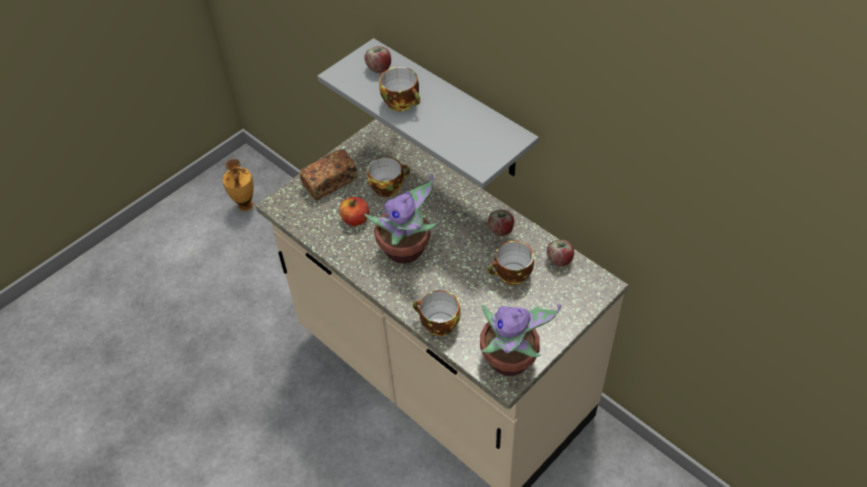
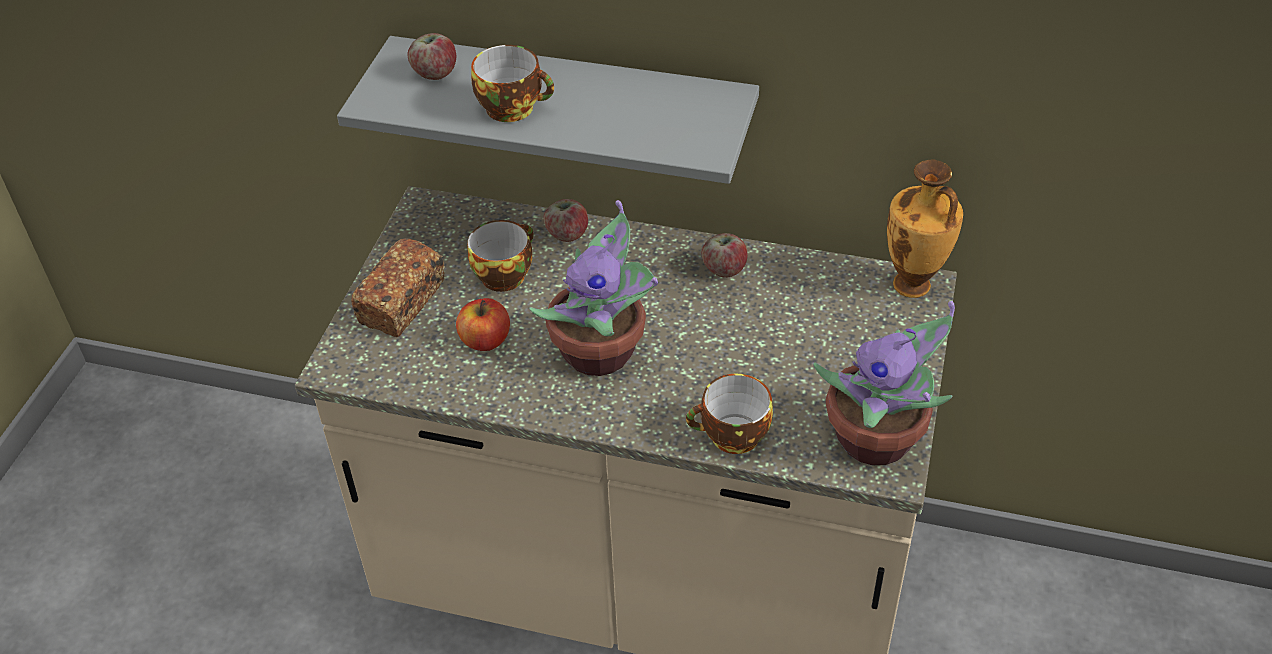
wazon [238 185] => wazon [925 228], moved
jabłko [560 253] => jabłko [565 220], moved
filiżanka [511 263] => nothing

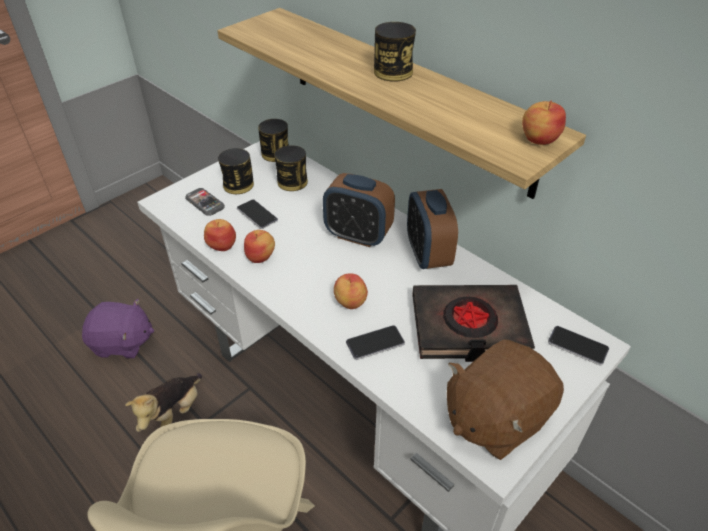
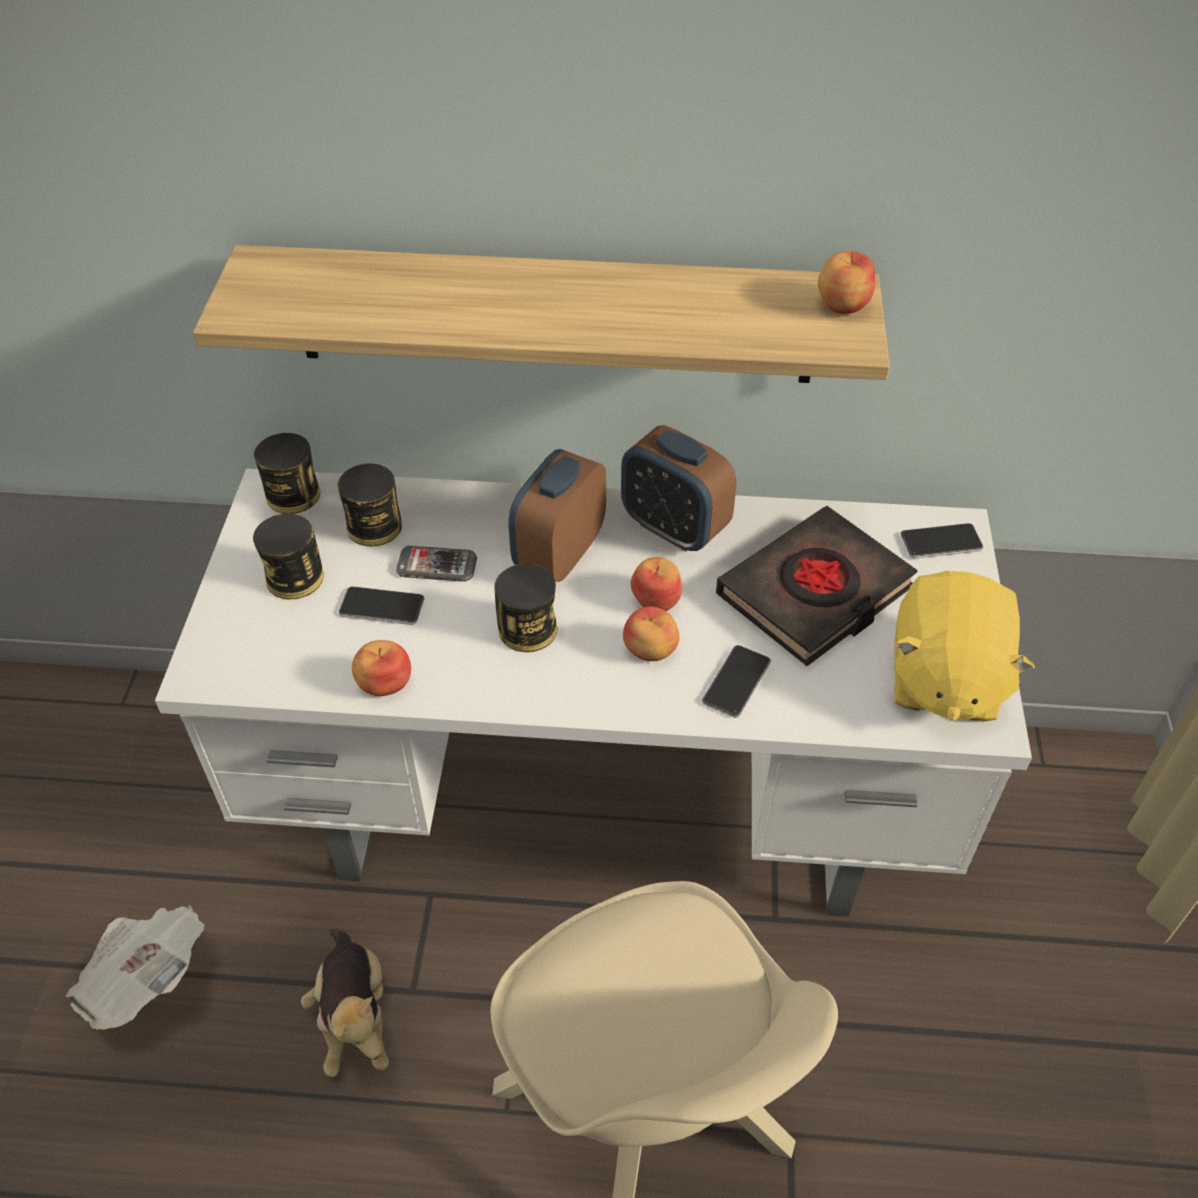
puszka [395 52] => puszka [525 608], moved
budzik [359 210] => budzik [557 515], 135 degrees clockwise
telefon [205 202] => telefon [436 564], moved
jabłko [259 246] => jabłko [656 584], moved
pluszak [fioletowy] [118 328] => gazeta [135 967]
pluszak [brązowy] [505 399] => pluszak [żółty] [964 646]

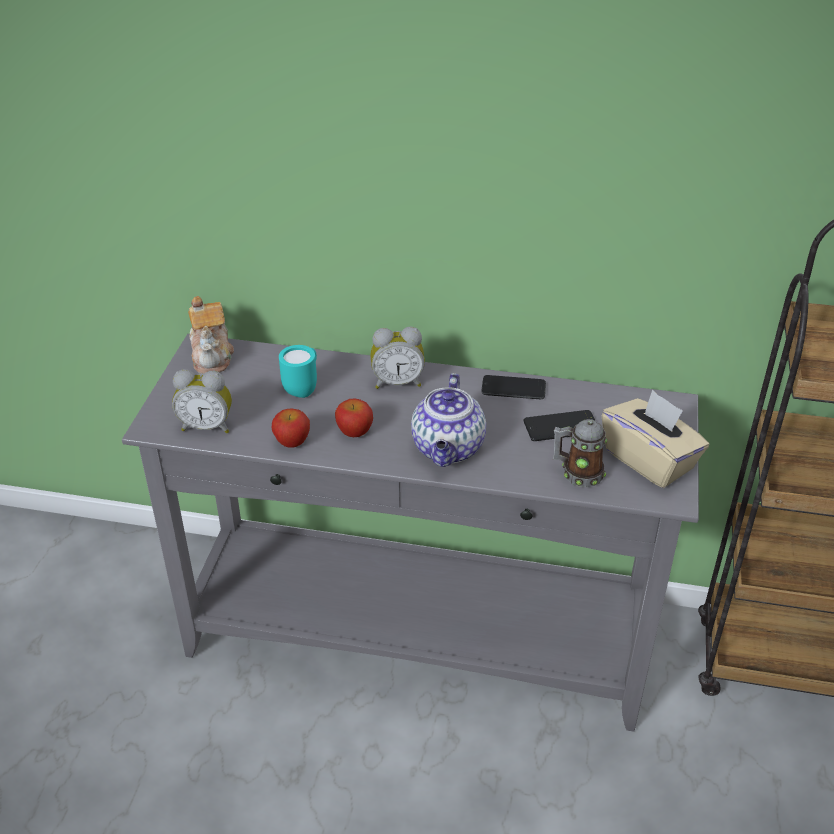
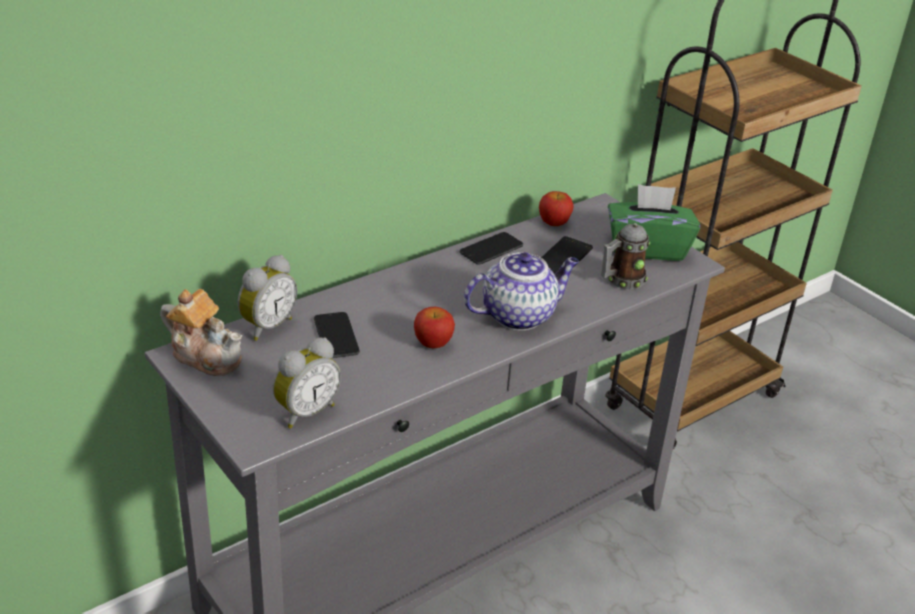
budzik [398 358] => budzik [267 298], moved
kubek [turkusowy] [298 371] => telefon [337 335]
imbryk [448 420] => imbryk [521 291], 75 degrees counterclockwise
pudełko chusteczek [beżowy] [655 439] => pudełko chusteczek [zielony] [654 222]
jabłko [291 428] => jabłko [556 208], moved

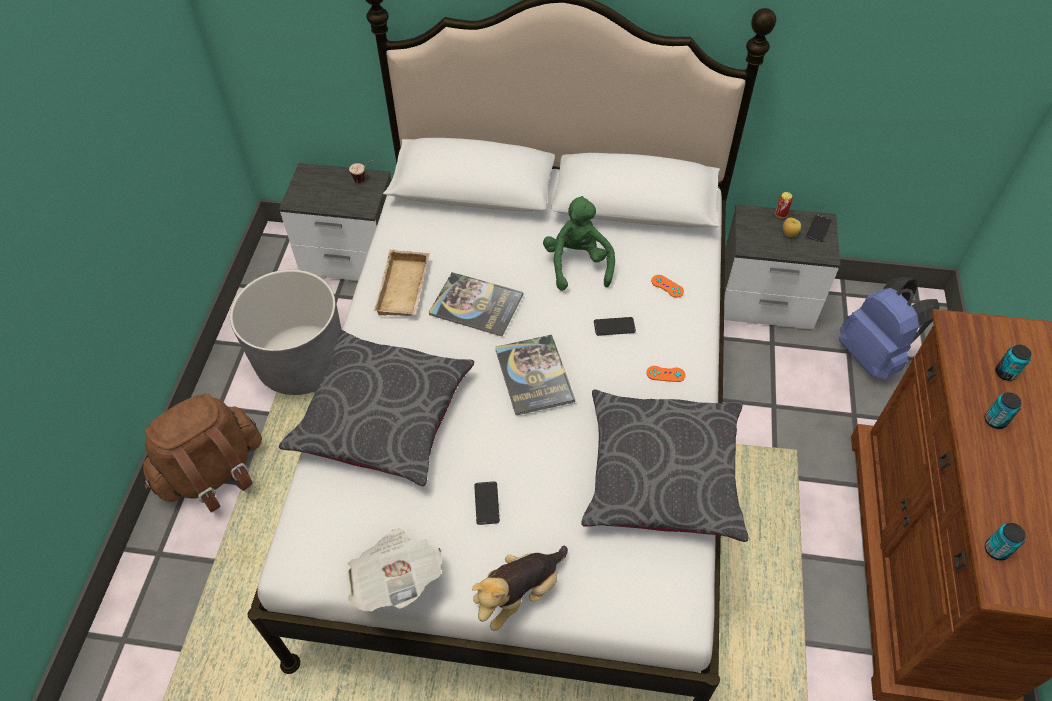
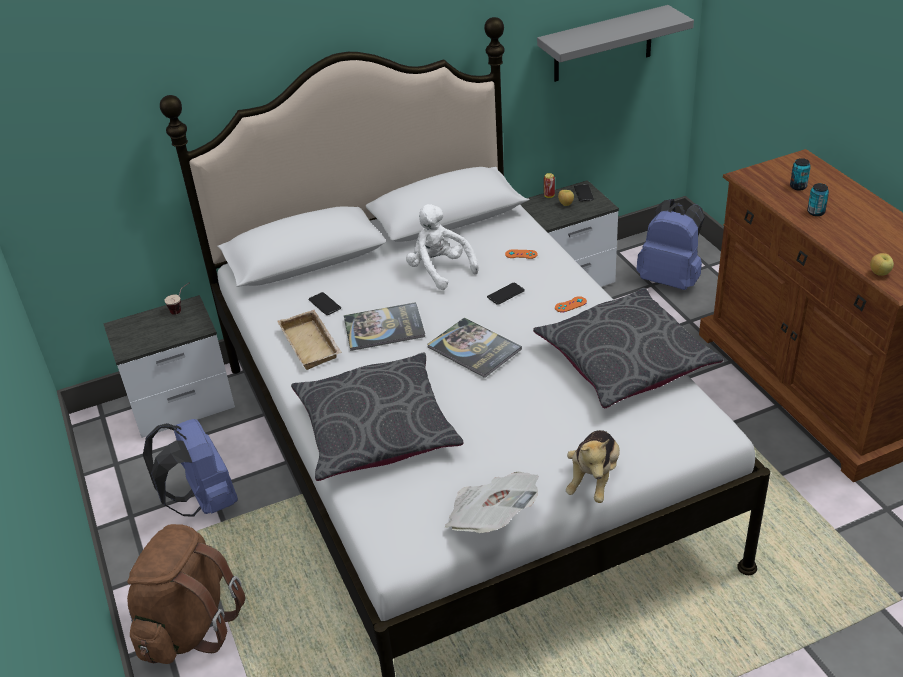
pluszak [zielony] [579 243] => pluszak [biały] [442 247]
donica [szary] [286 332] => plecak [niebieski] [190 468]
telefon [487 503] => telefon [325 303], moved
puszka [1005 542] => jabłko [882 264]
nothing => półka [szary] [615 43]

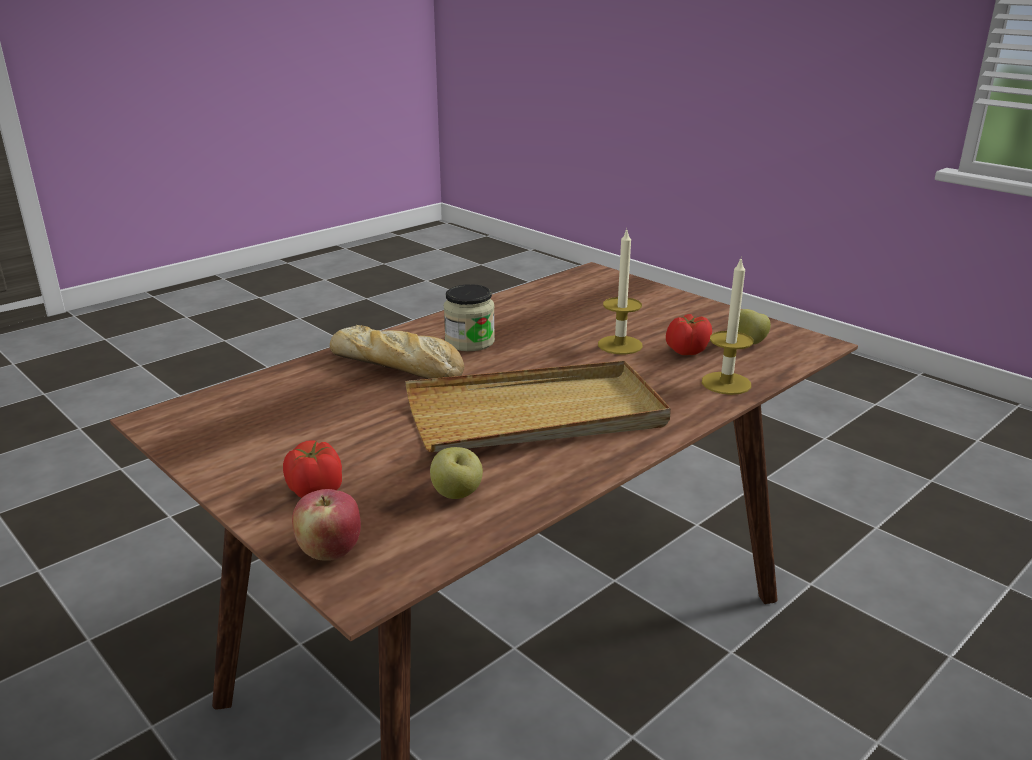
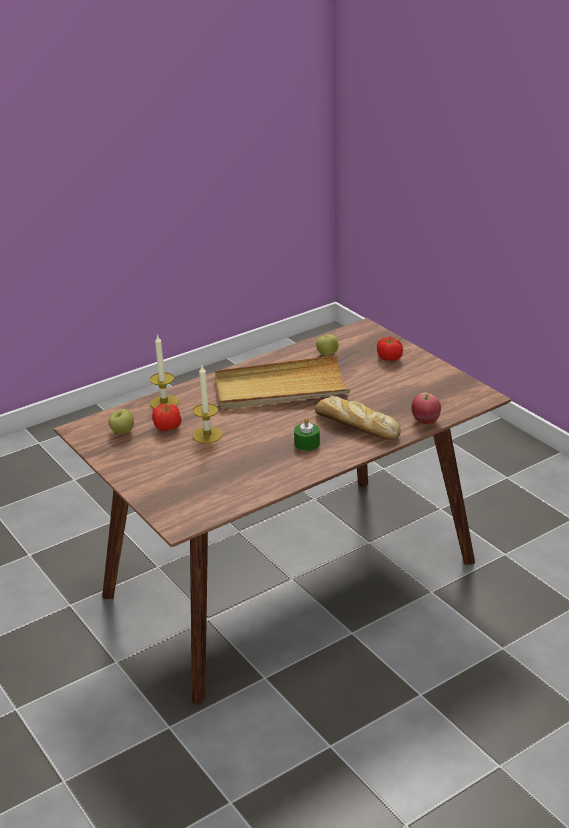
słoik [469 317] => świeca [zielony] [307 434]
jabłko [326 525] => jabłko [426 408], moved

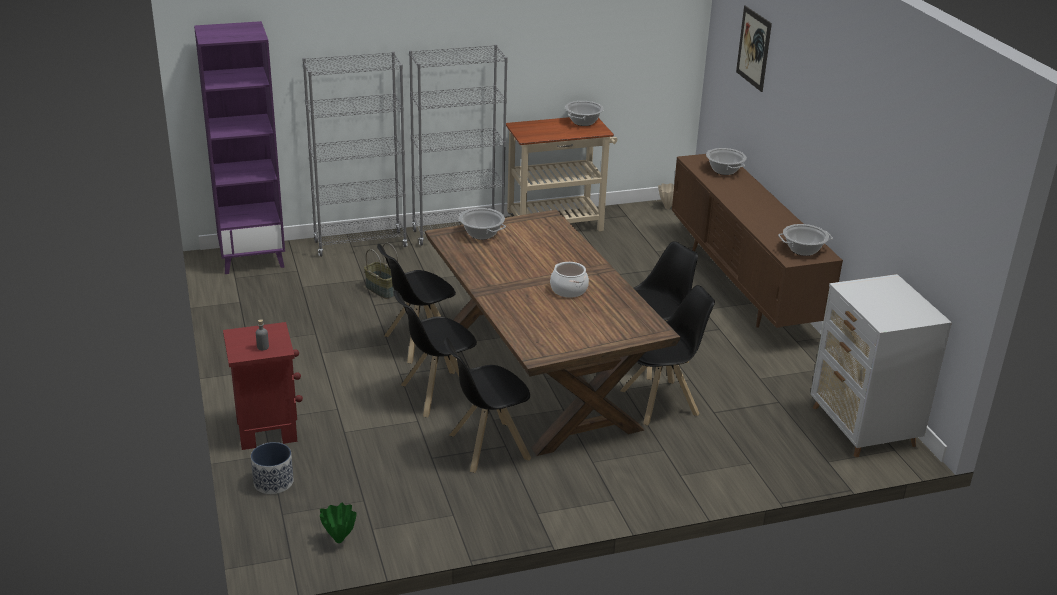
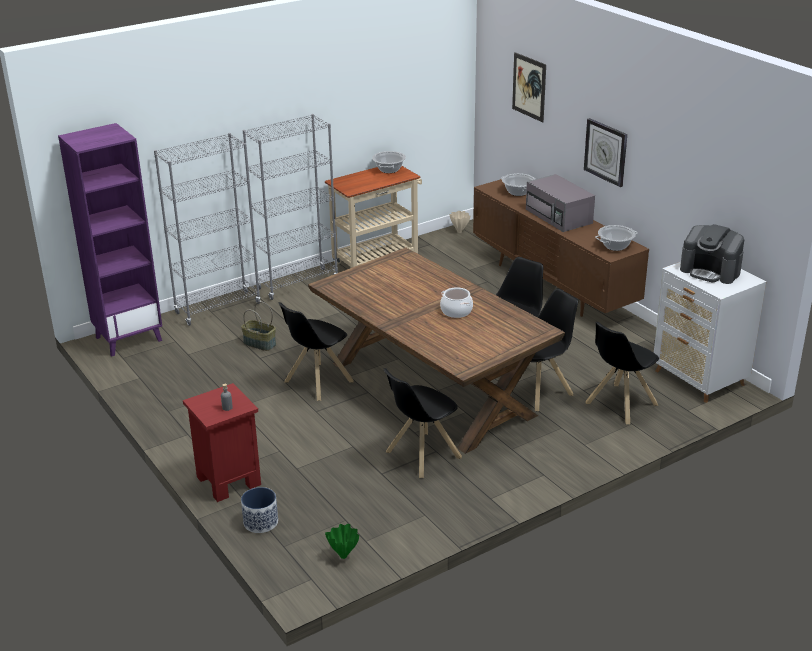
garnek [482 224] => nothing
krzesło [czarny] [435 353] => krzesło [czarny] [622 373], moved
nothing => zegar ścienny [605 152]
nothing => mikrofalówka [szary] [560 203]
nothing => ekspres do kawy [712 254]

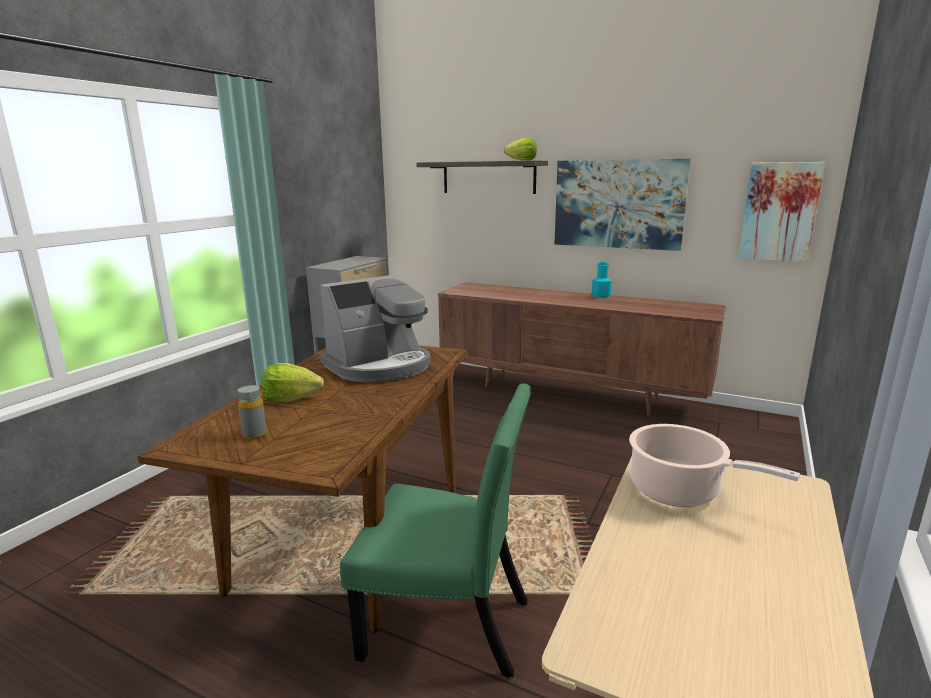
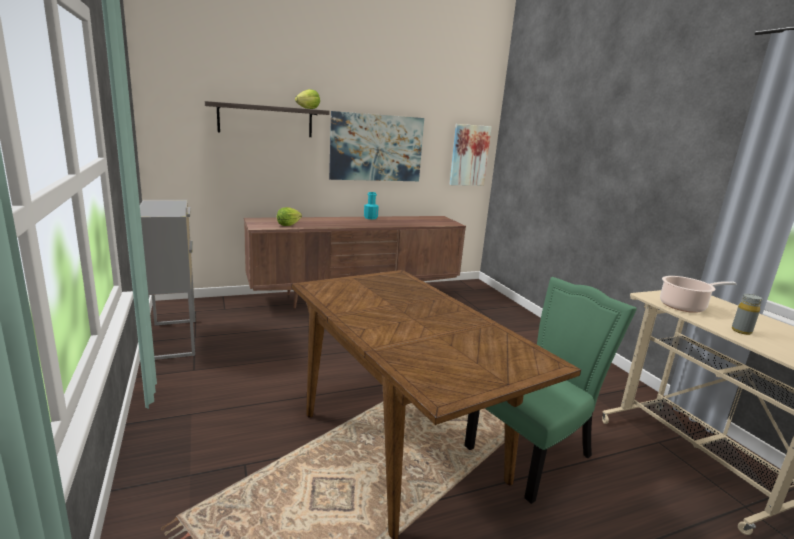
ekspres do kawy [375 328] => nothing
sałata [292 382] => sałata [289 216], moved
butelka [szary] [252 412] => butelka [szary] [747 314], moved

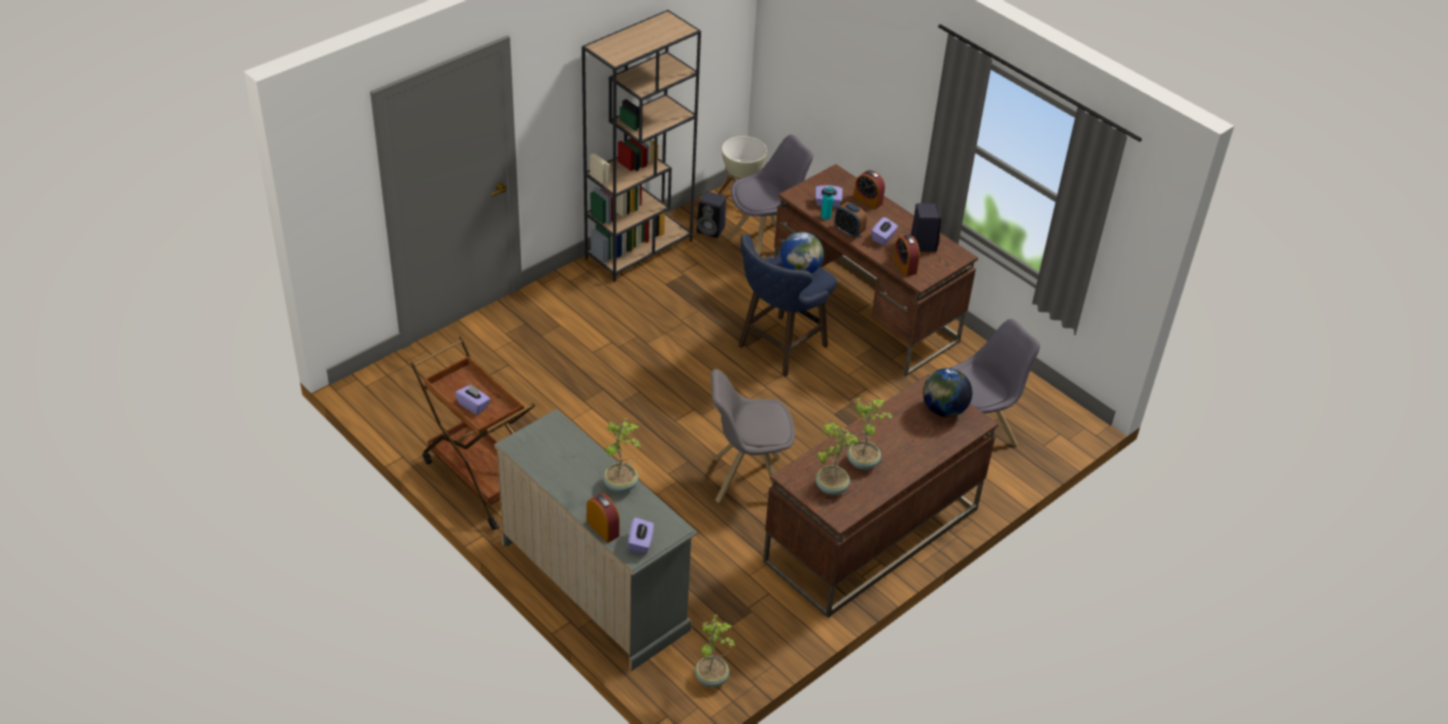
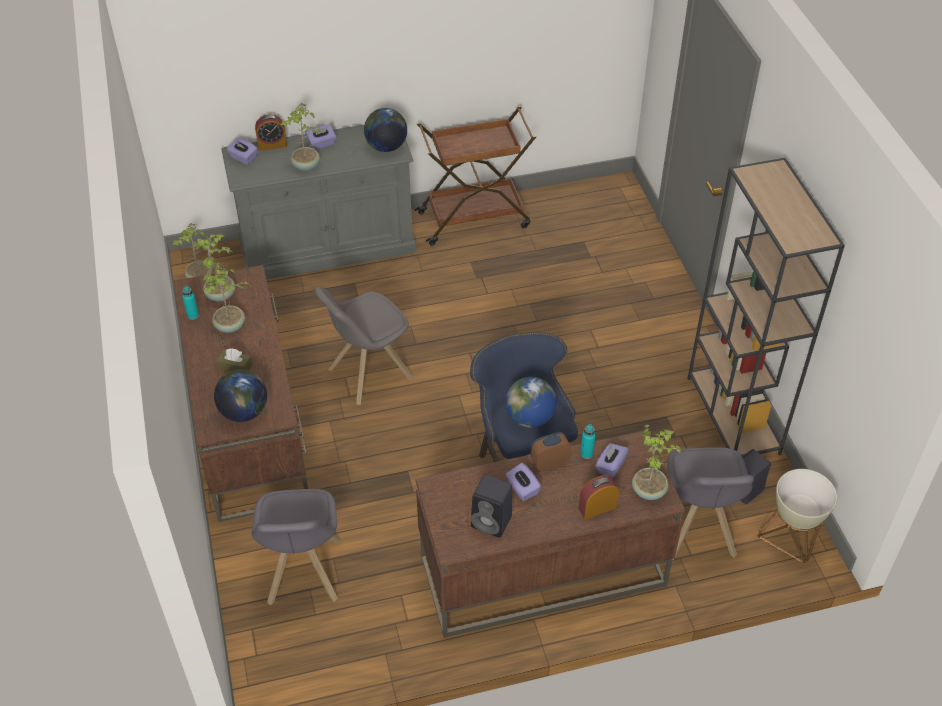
budzik [907 255] => nothing
krzesło [szary] [753 436] => krzesło [szary] [364 345], 150 degrees counterclockwise
pudełko chusteczek [fioletowy] [472 399] => pudełko chusteczek [fioletowy] [320 137], moved
nothing => globus [385 130]
nothing => butelka [turkusowy] [190 302]
nothing => pudełko chusteczek [brązowy] [234 360]
nothing => roślina doniczkowa [657 462]

